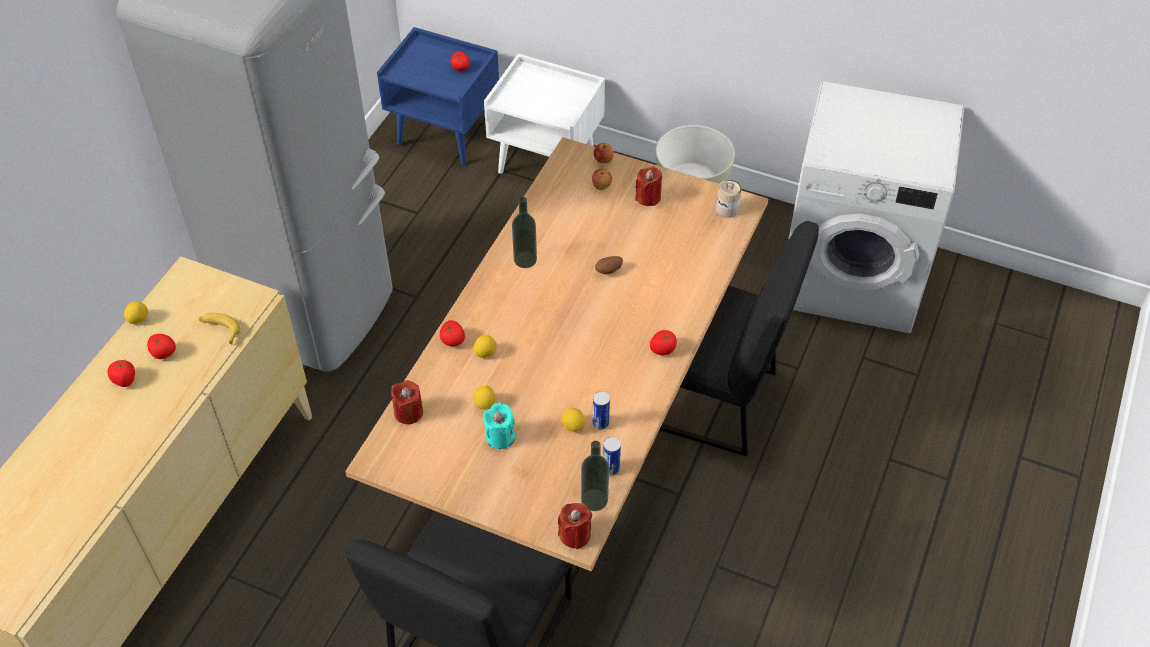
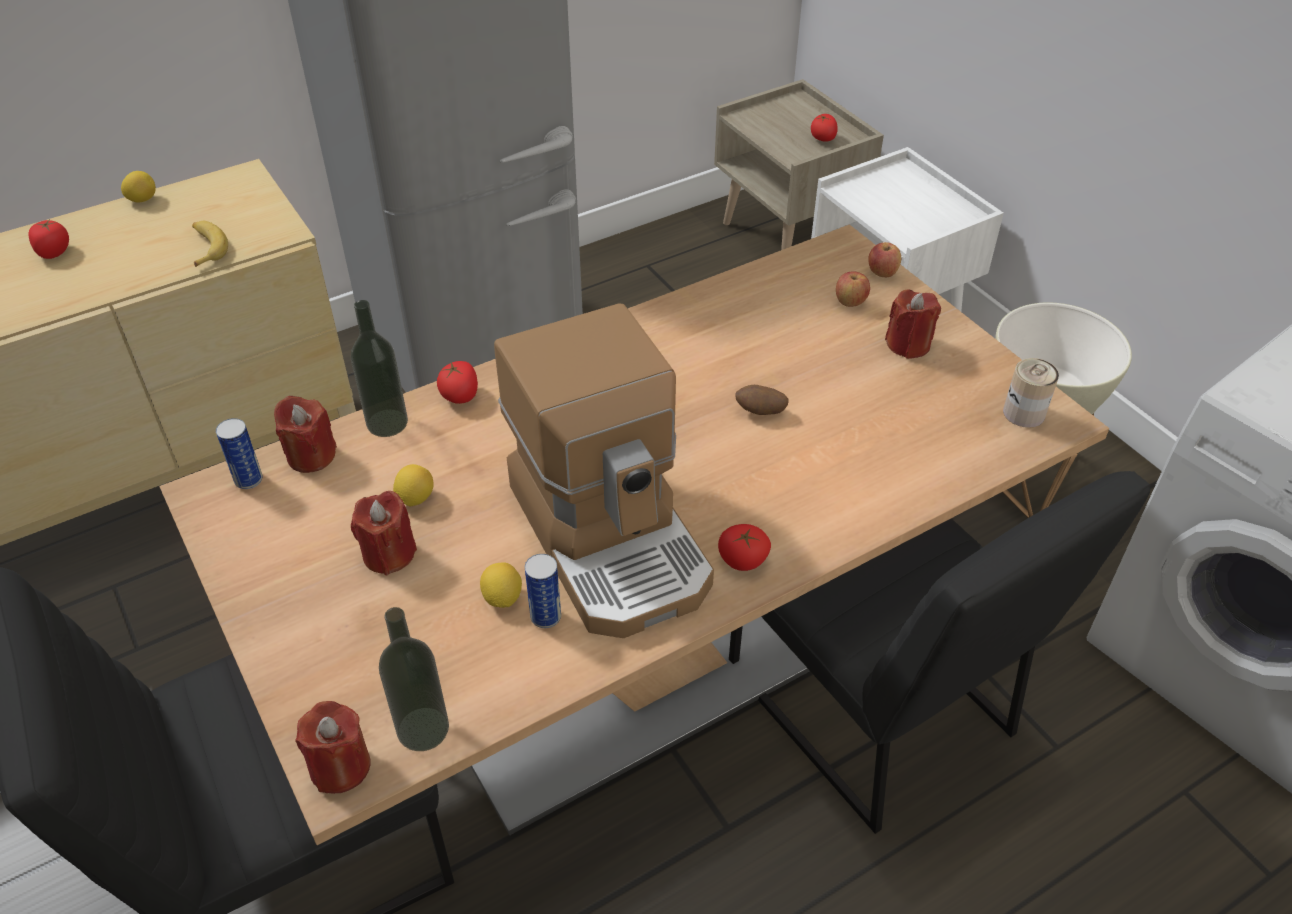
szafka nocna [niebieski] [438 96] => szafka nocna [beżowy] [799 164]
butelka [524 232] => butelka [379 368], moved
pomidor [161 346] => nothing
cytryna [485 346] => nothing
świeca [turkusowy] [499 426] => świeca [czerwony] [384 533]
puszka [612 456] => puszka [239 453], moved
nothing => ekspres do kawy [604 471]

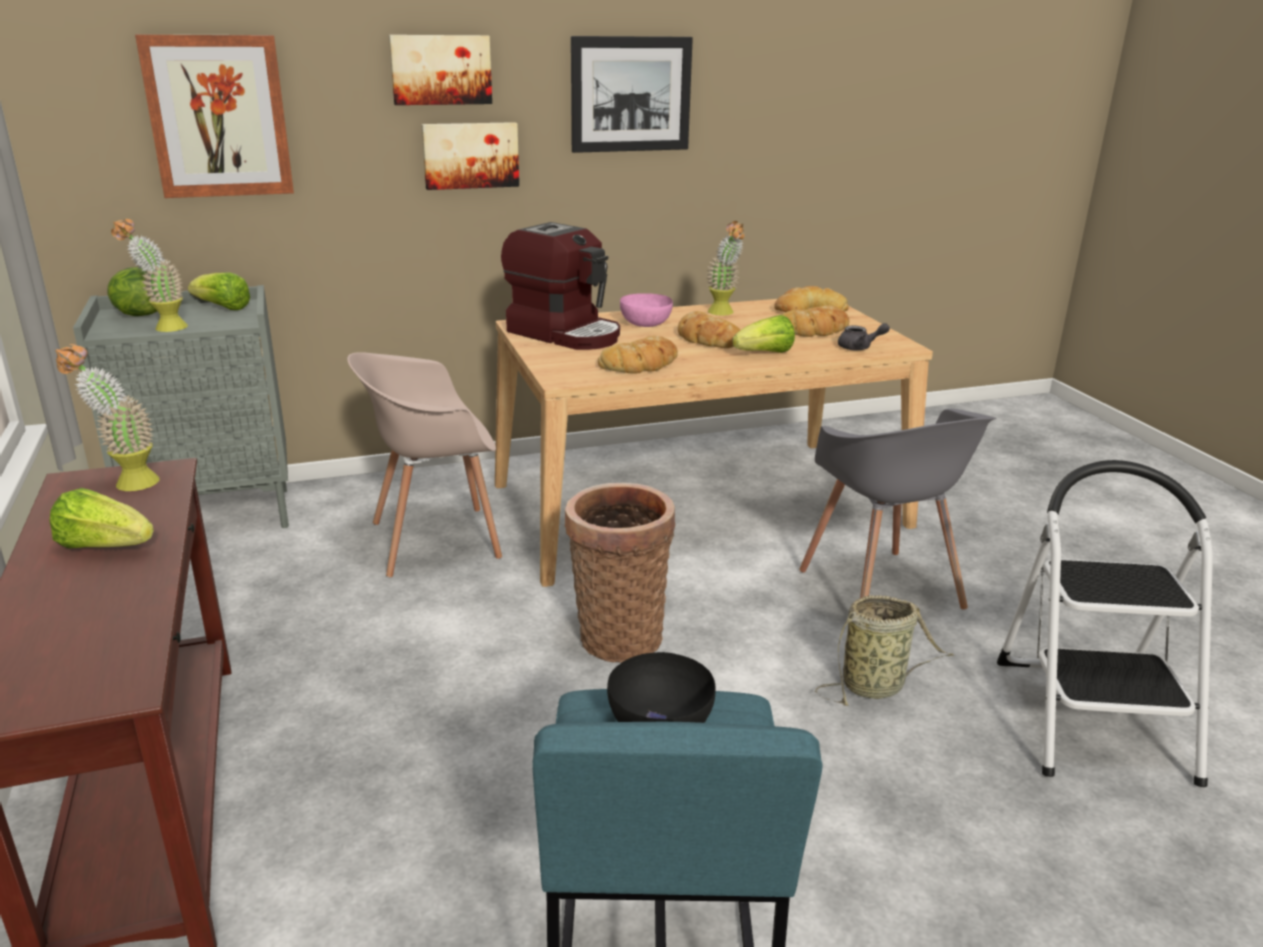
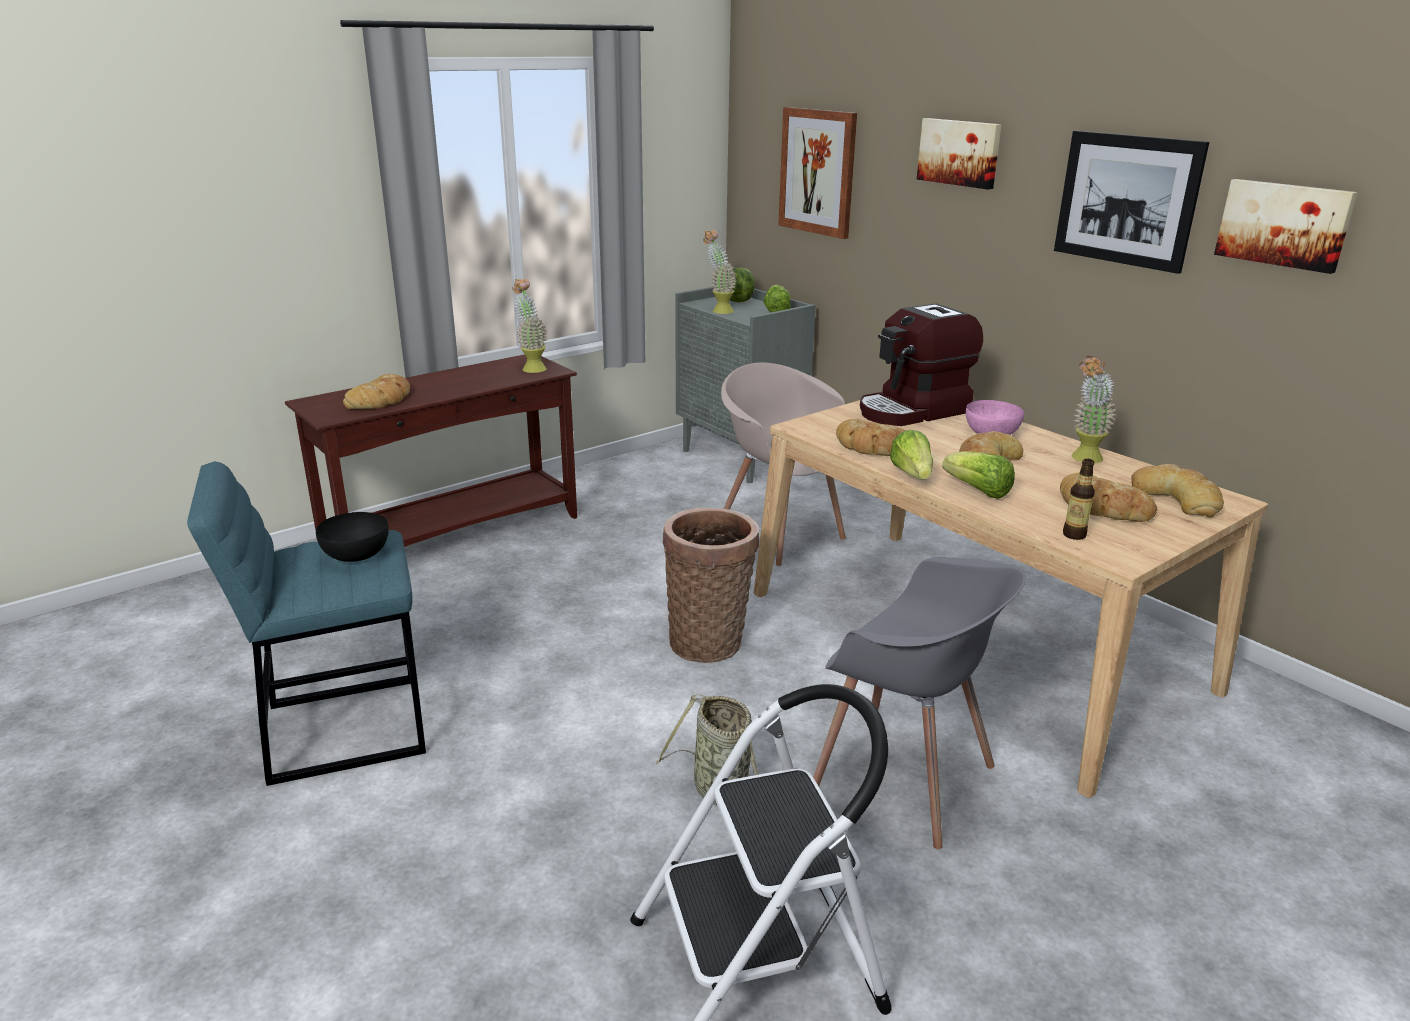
obraz [470 156] => obraz [1286 226], moved
ekspres do kawy [560 286] => ekspres do kawy [921 364], 45 degrees clockwise
imbryk [szary] [864 336] => butelka [1079 499]
krzesło [szary] [897 509] => krzesło [szary] [919 703], 105 degrees counterclockwise
sałata [101 518] => sałata [911 454], moved
nothing => chleb [376 391]

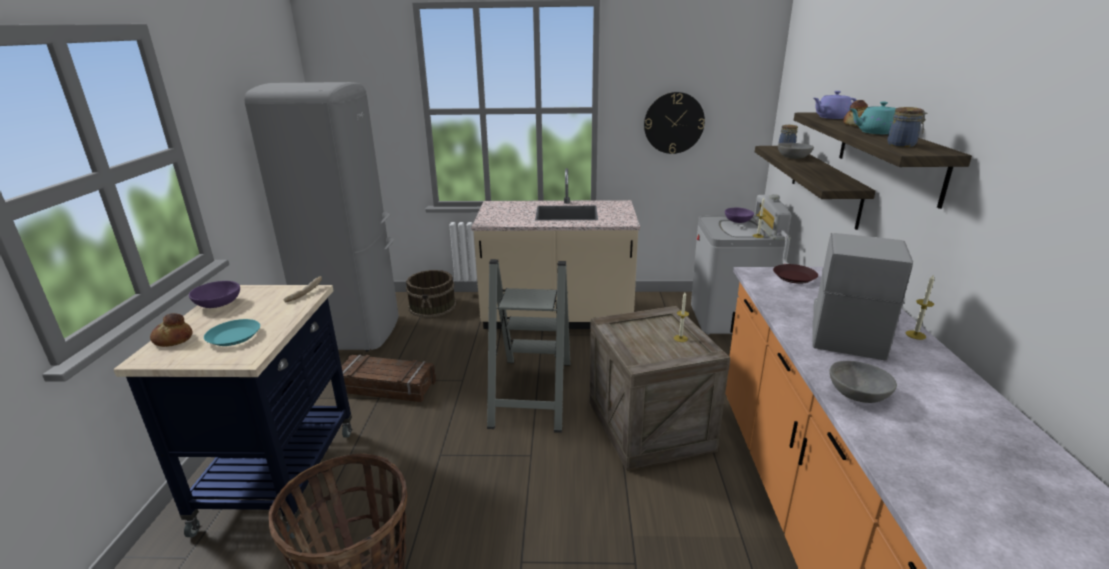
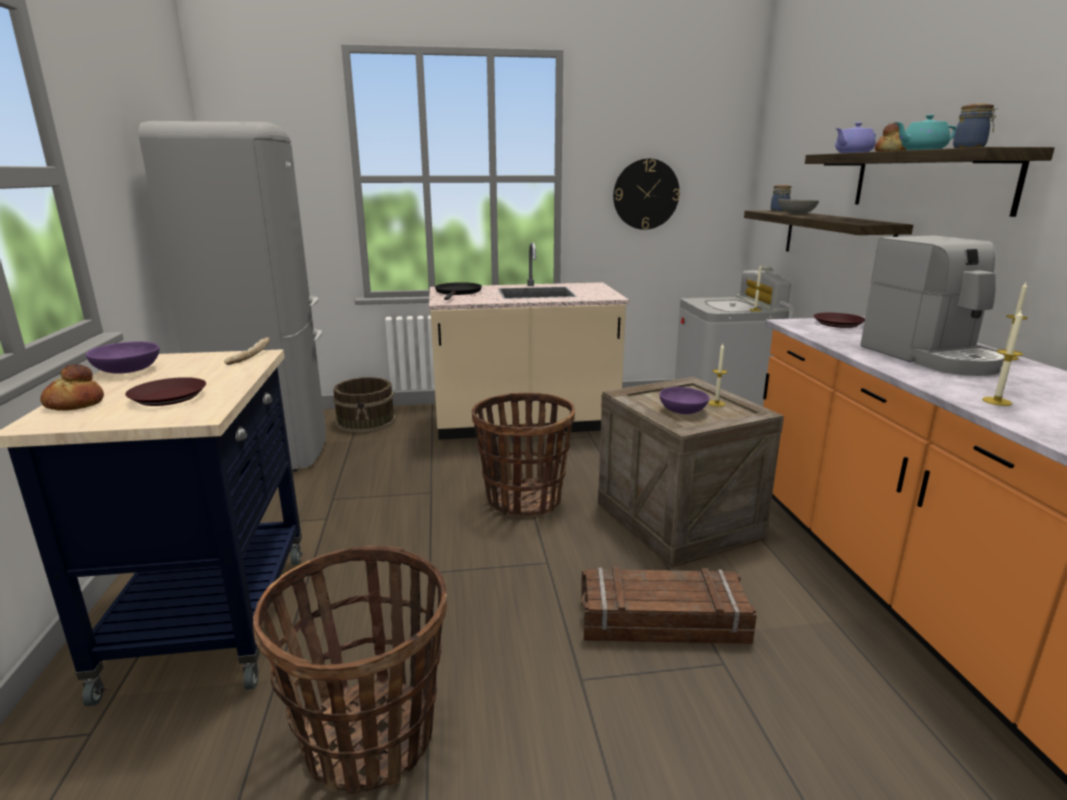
miska [fioletowy] [739 215] => miska [fioletowy] [684 400], moved
ekspres do kawy [863 297] => ekspres do kawy [932 305], 150 degrees clockwise
drabinka [szary] [529 346] => koszyk [523 455]
talerz [turkusowy] [232 332] => talerz [brązowy] [165 391]
skrzynka [388 378] => skrzynka [669 605], moved
miska [szary] [863 382] => świeca [1002 358]
nothing => patelnia [czarny] [458 291]

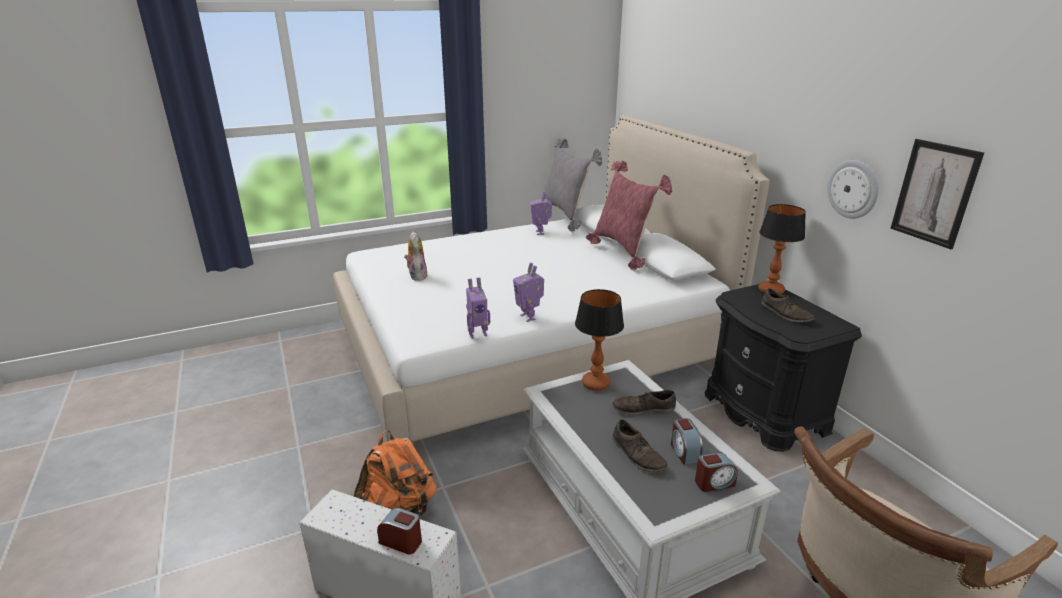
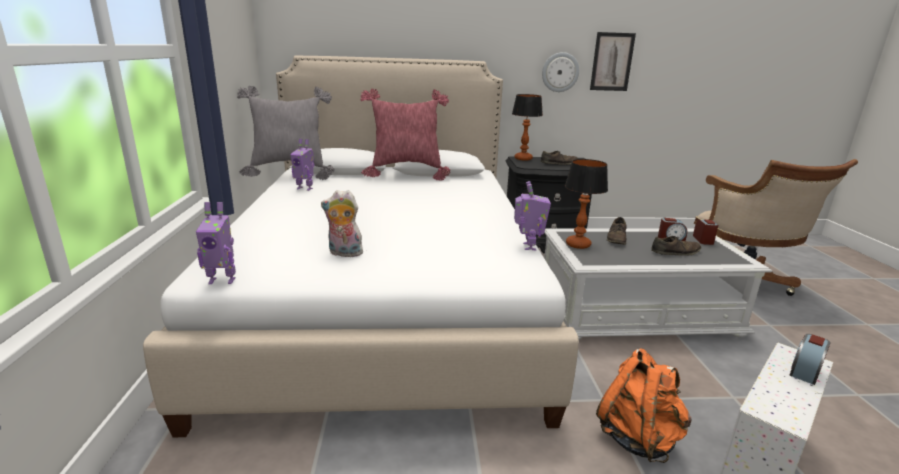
robot zabawkowy [528 292] => robot zabawkowy [216 243], moved

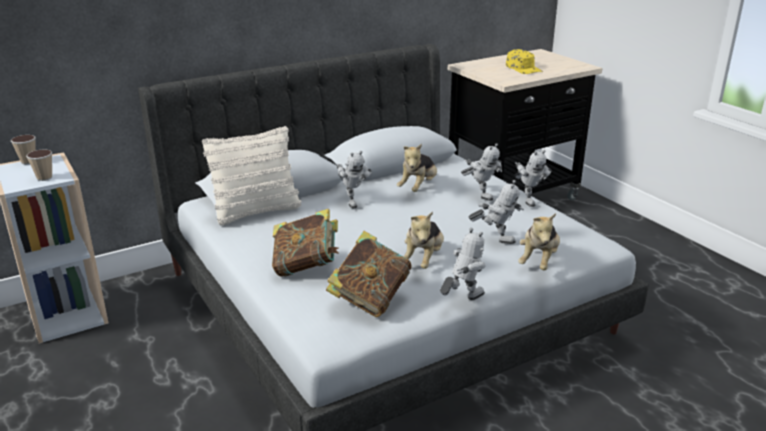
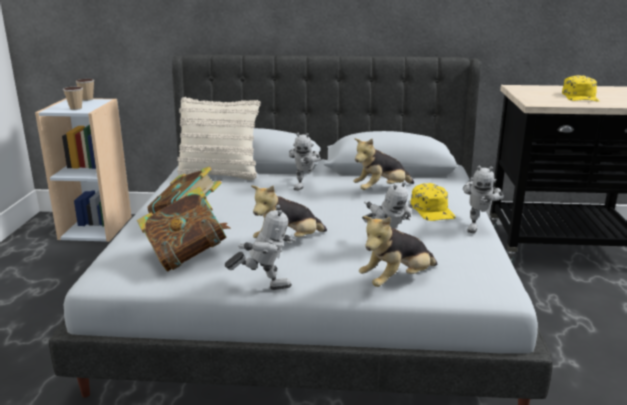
robot zabawkowy [481 172] => czapka z daszkiem [żółty] [433 202]

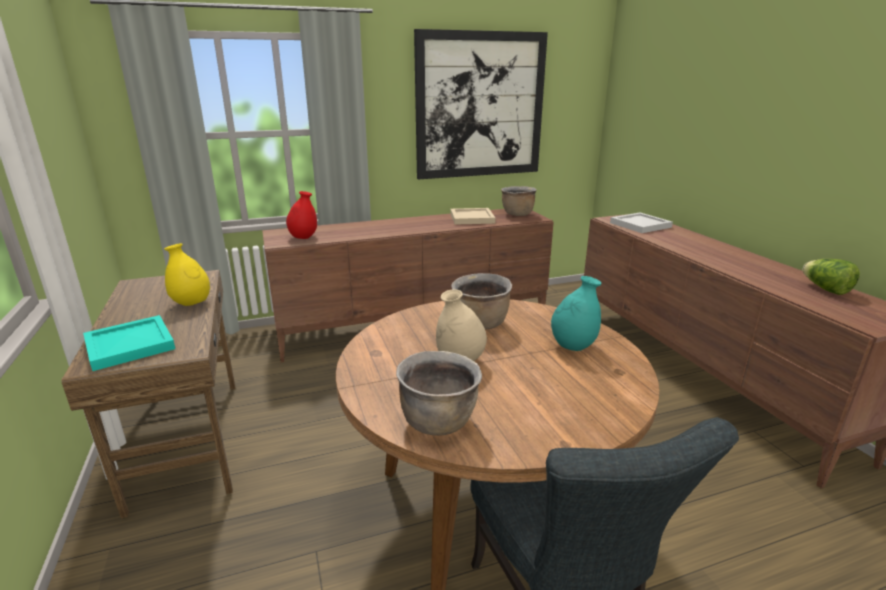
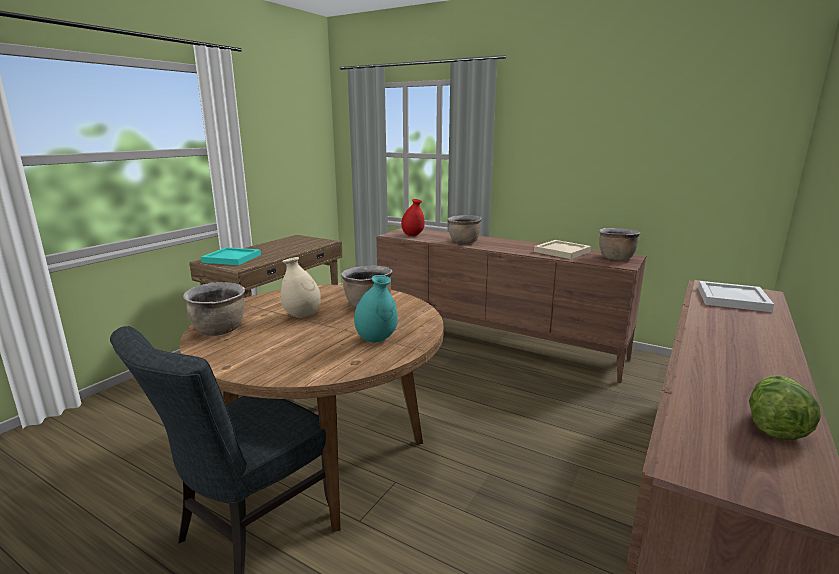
obraz [481 104] => nothing
wazon [żółty] [187 274] => nothing
nothing => garnek [brązowy] [464 229]

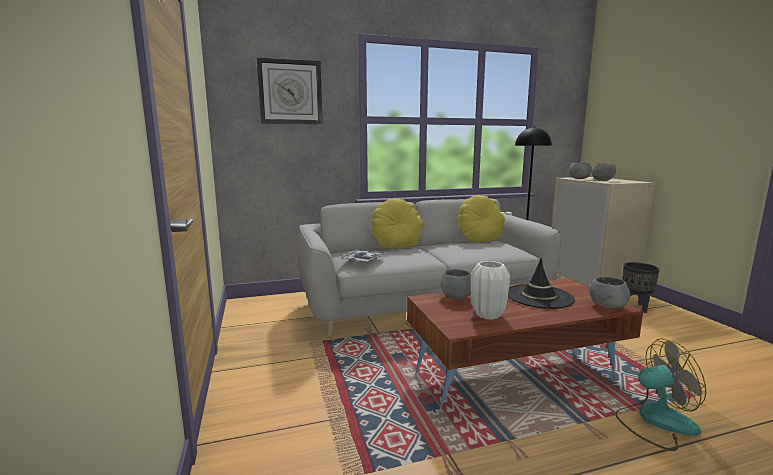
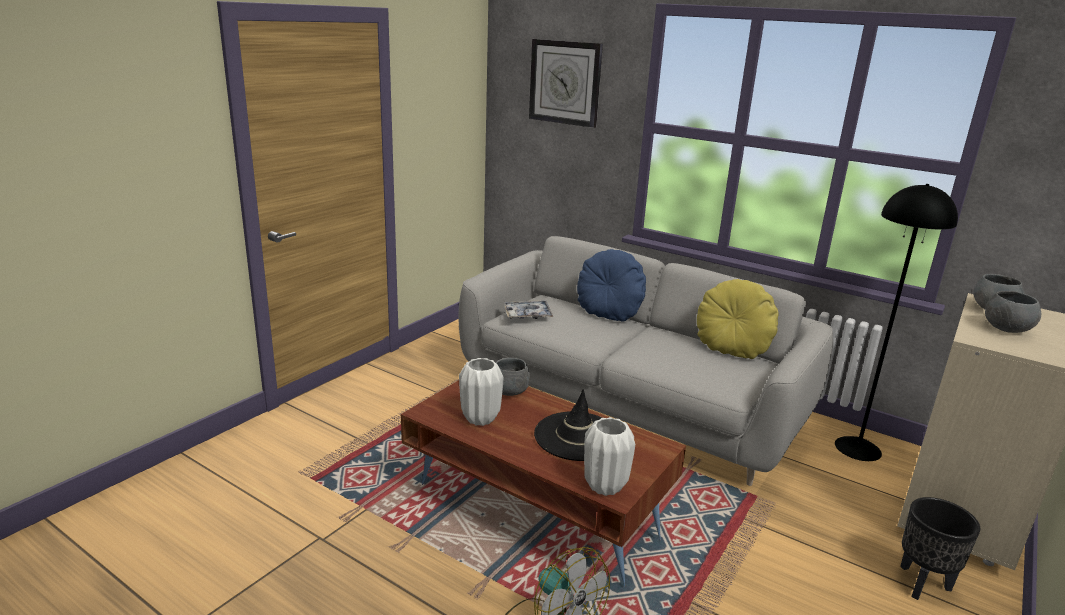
poduszka [żółty] [397 223] => poduszka [niebieski] [611 285]
miska [szary] [610 293] => wazon [biały] [609 456]

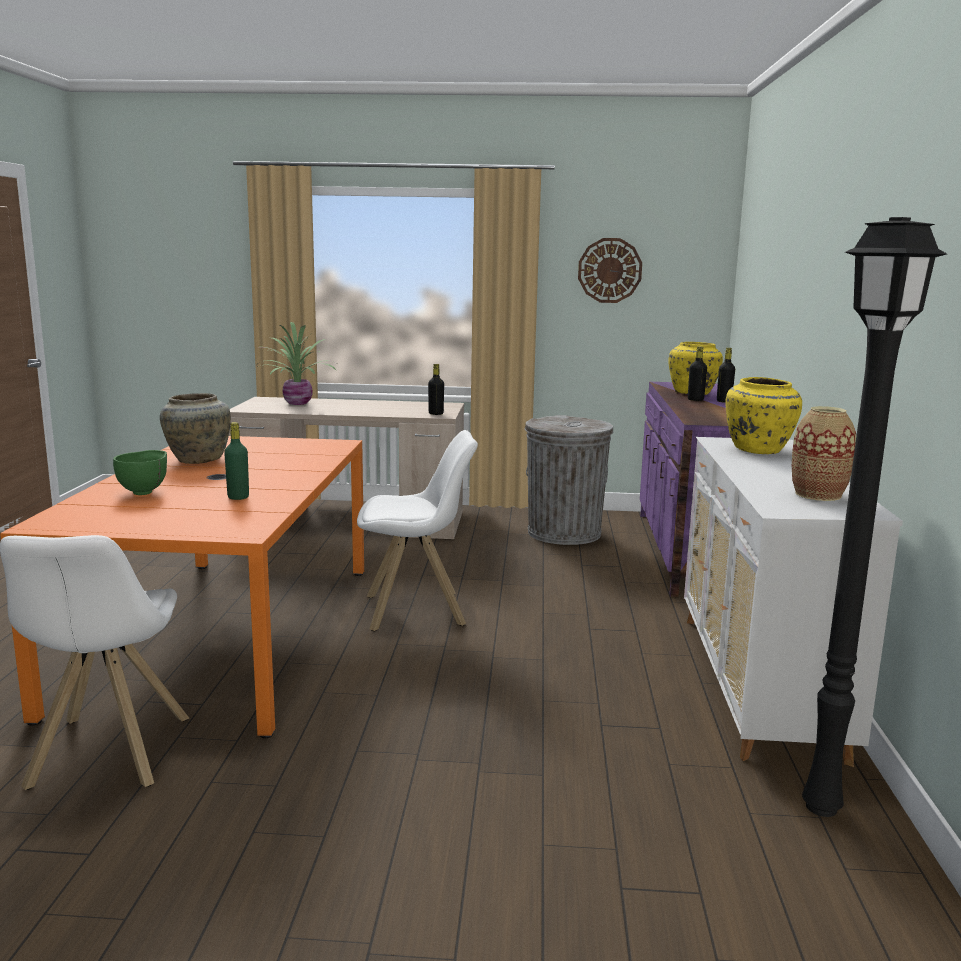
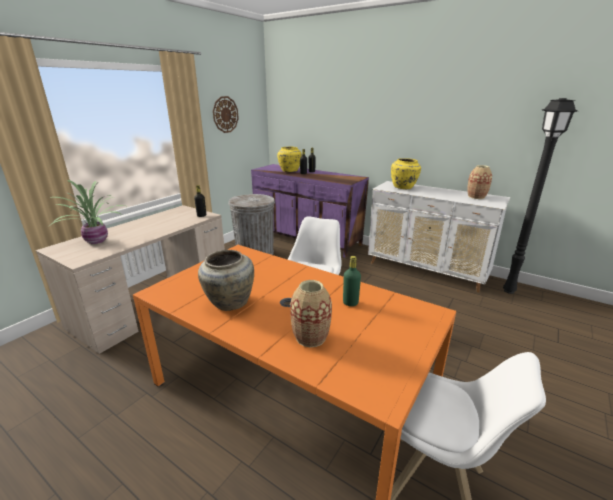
miska [zielony] [140 472] => wazon [311 313]

